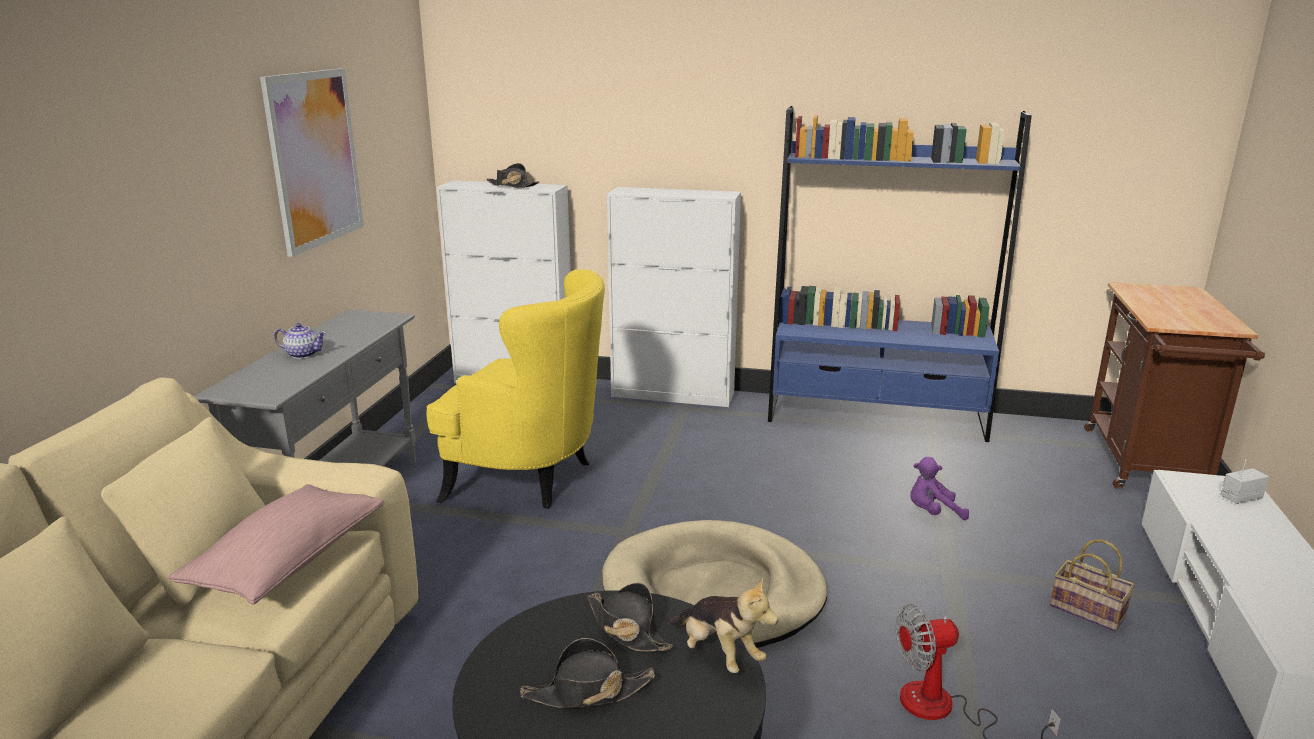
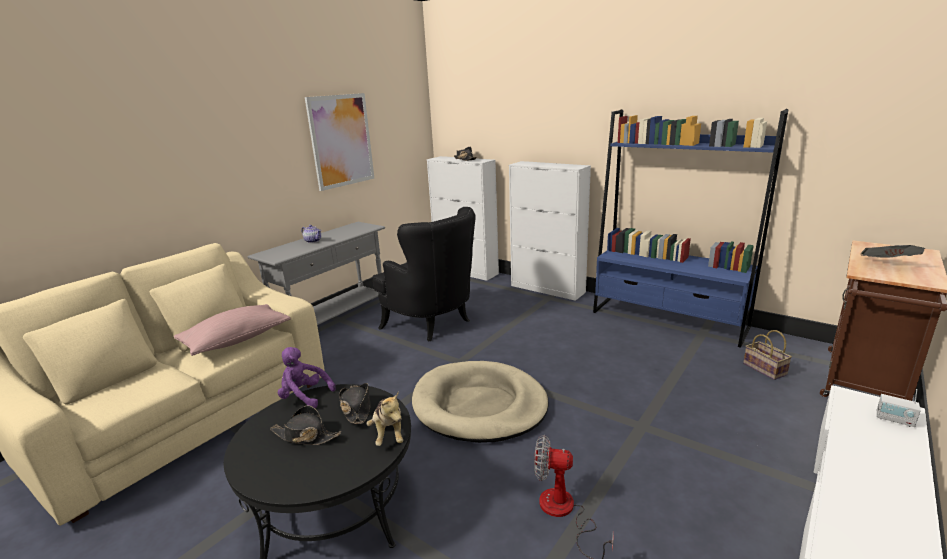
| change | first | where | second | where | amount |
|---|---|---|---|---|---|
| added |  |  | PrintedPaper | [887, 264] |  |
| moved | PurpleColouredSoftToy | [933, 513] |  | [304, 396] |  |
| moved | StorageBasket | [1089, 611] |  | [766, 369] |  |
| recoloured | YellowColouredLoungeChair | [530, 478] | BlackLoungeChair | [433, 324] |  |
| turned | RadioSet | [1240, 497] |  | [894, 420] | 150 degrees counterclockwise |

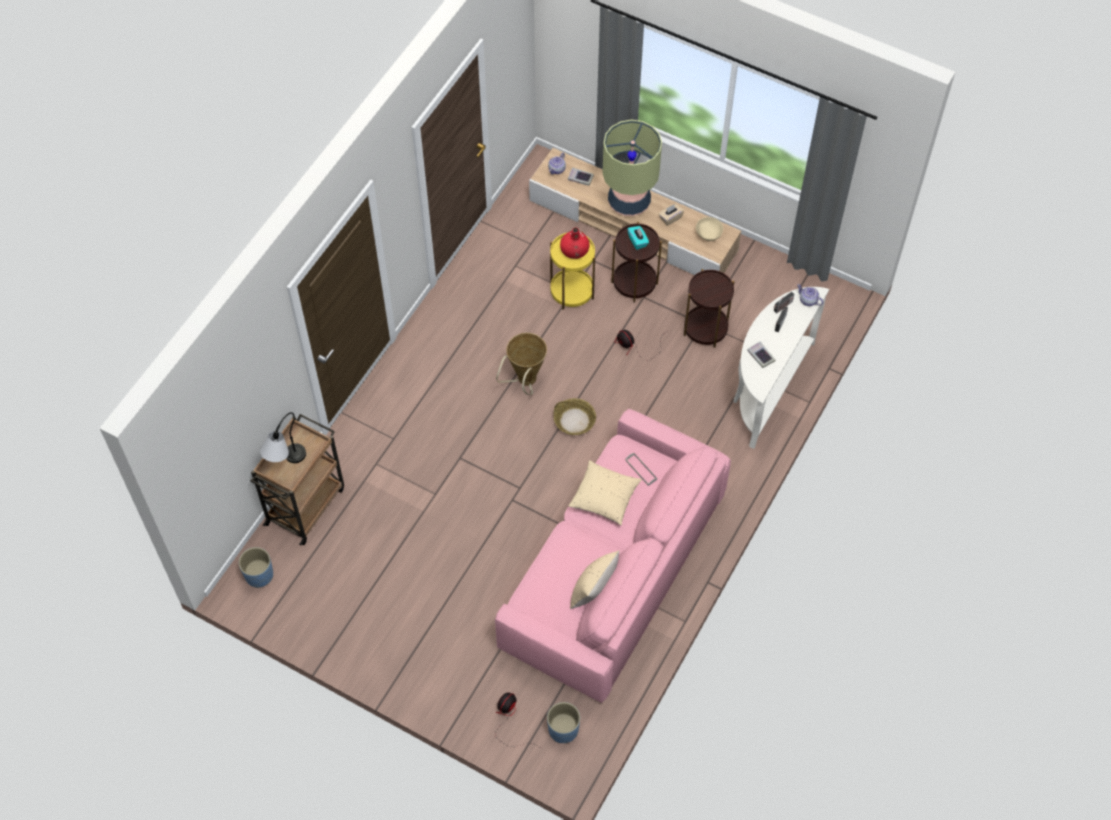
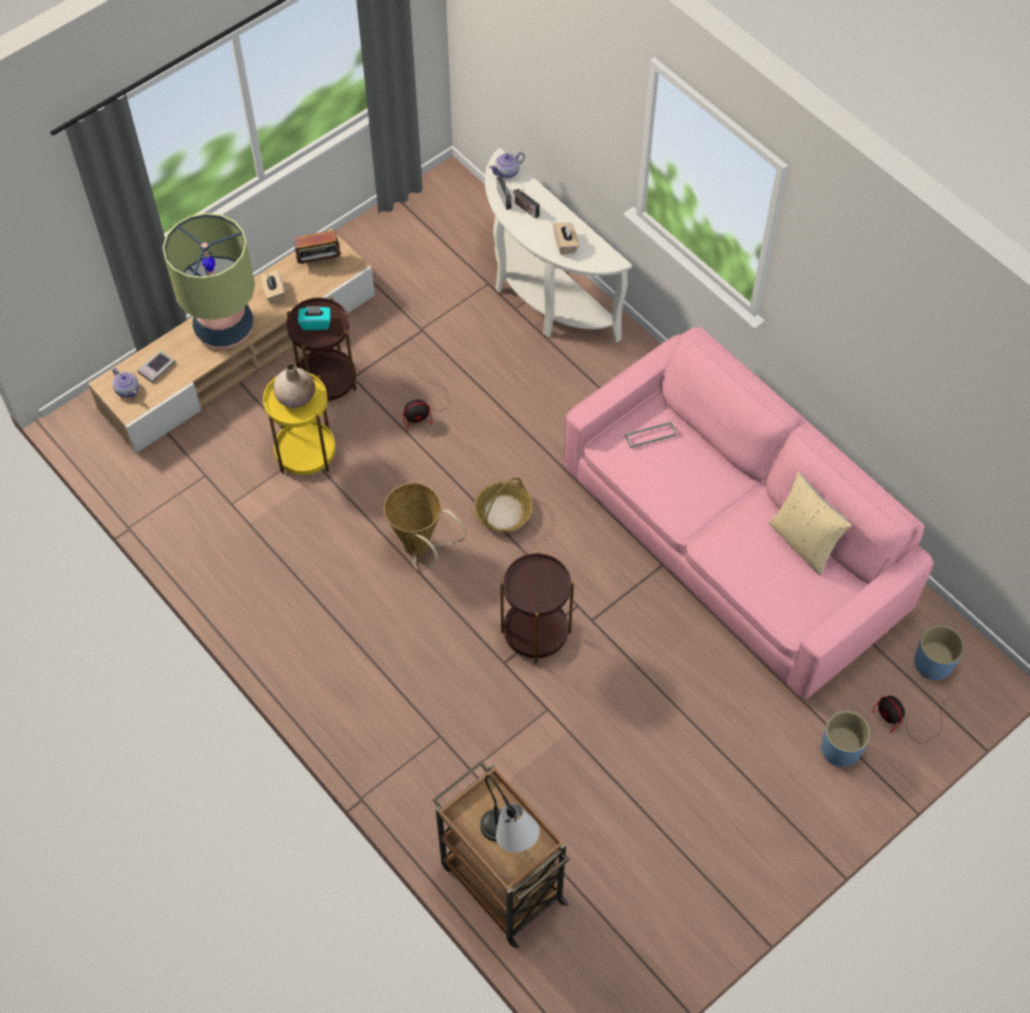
| change | first | where | second | where | amount |
|---|---|---|---|---|---|
| removed | SandColouredPillow | [604, 498] |  |  |  |
| moved | BlueColouredPlantPot | [259, 575] |  | [840, 749] |  |
| moved | BrownishSideTable | [705, 329] |  | [536, 632] |  |
| replaced | SandColouredServingBowl | [708, 234] | RadioSet | [319, 262] |  |
| replaced | Volume | [760, 356] | SandColouredBoxOfTissues | [565, 244] |  |
| recoloured | RedColouredDecorativeVase | [574, 251] | SandColouredDecorativeVase | [296, 396] |  |

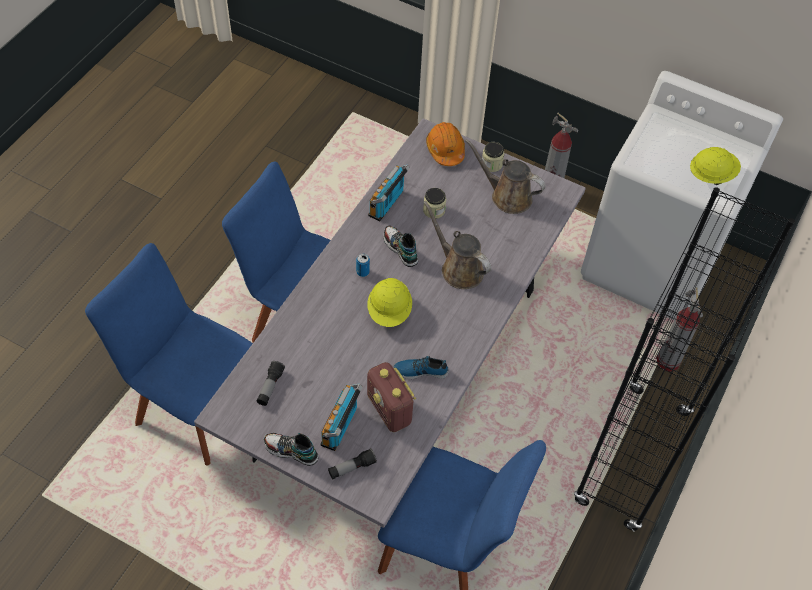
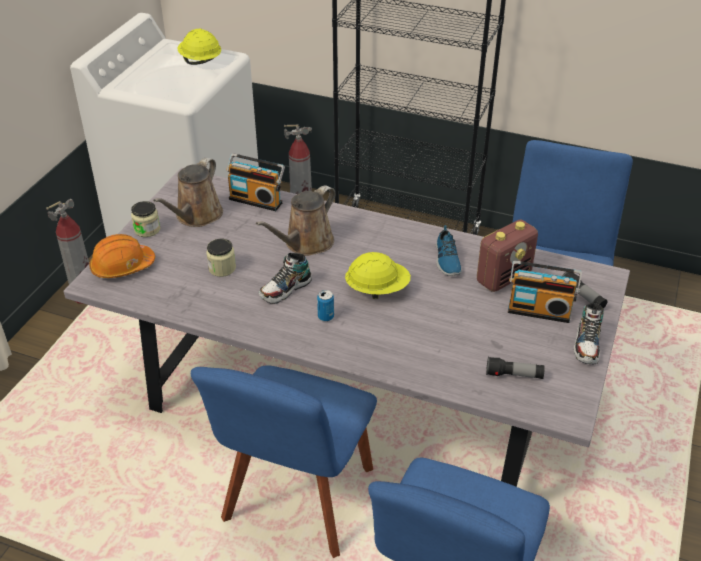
| change | first | where | second | where | amount |
|---|---|---|---|---|---|
| moved | RadioSet | [388, 204] |  | [257, 200] |  |

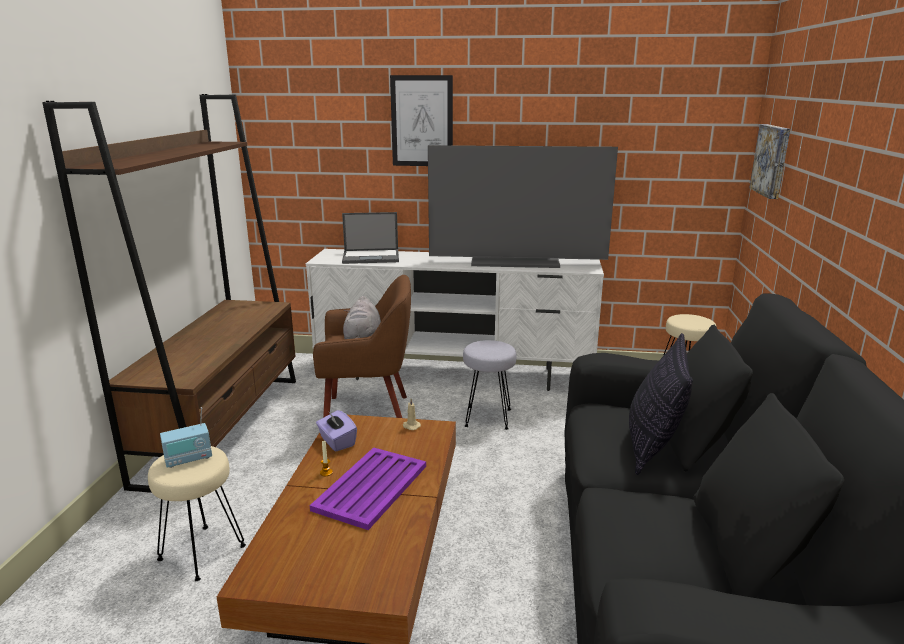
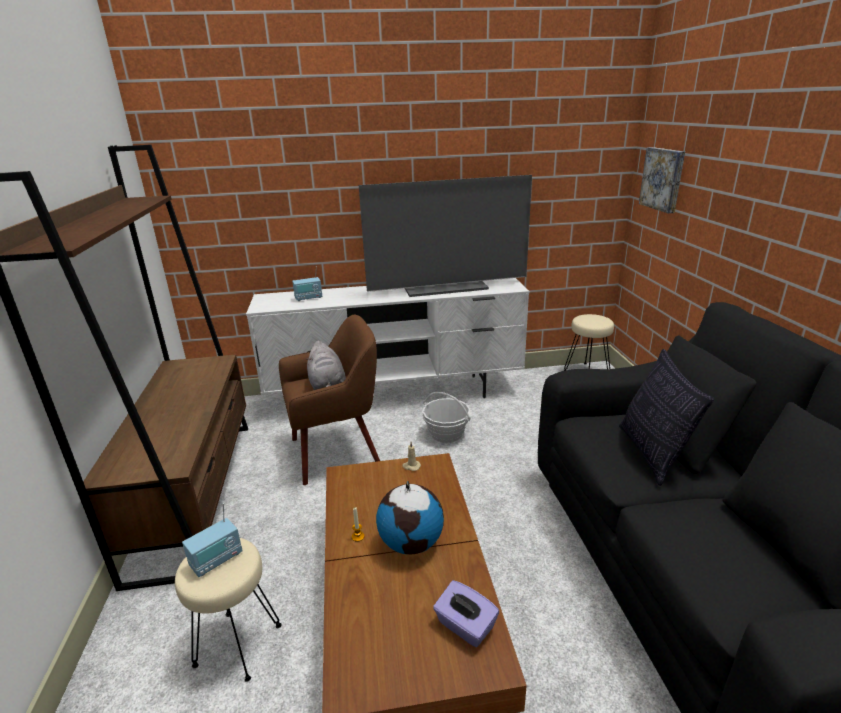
| change | first | where | second | where | amount |
|---|---|---|---|---|---|
| removed | WallPicture | [422, 121] |  |  |  |
| moved | PurpleColouredBoxOfTissues | [337, 442] |  | [465, 626] |  |
| replaced | PurpleColouredTray | [372, 487] | WorldGlobe | [411, 543] |  |
| replaced | Laptop | [372, 257] | RadioSet | [308, 298] |  |
| replaced | GreyishStoolSeat | [488, 417] | StorageBasket | [446, 433] |  |

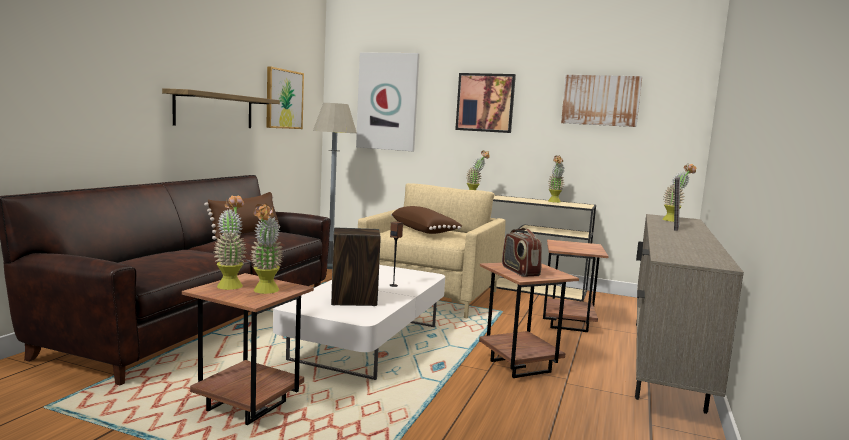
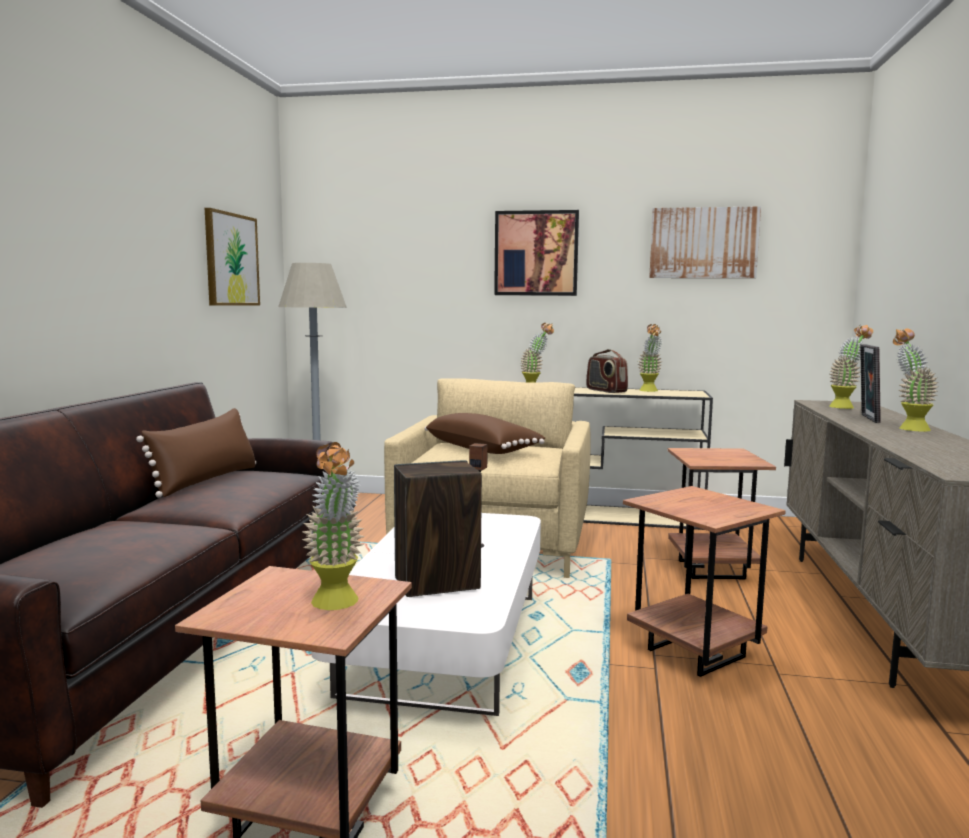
| change | first | where | second | where | amount |
|---|---|---|---|---|---|
| removed | Shelf | [215, 110] |  |  |  |
| removed | WallPicture | [388, 101] |  |  |  |
| moved | PottedPlant | [230, 284] |  | [907, 428] |  |
| moved | RadioSet | [519, 271] |  | [606, 391] |  |

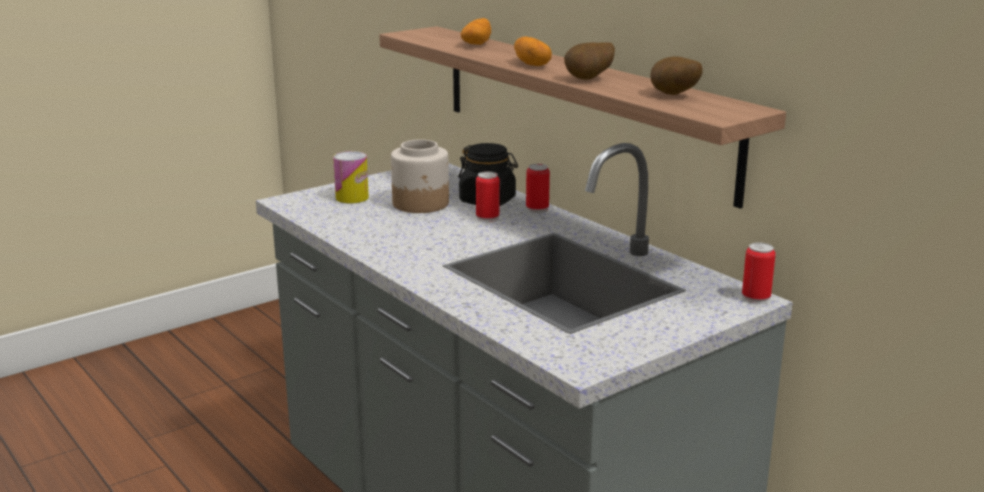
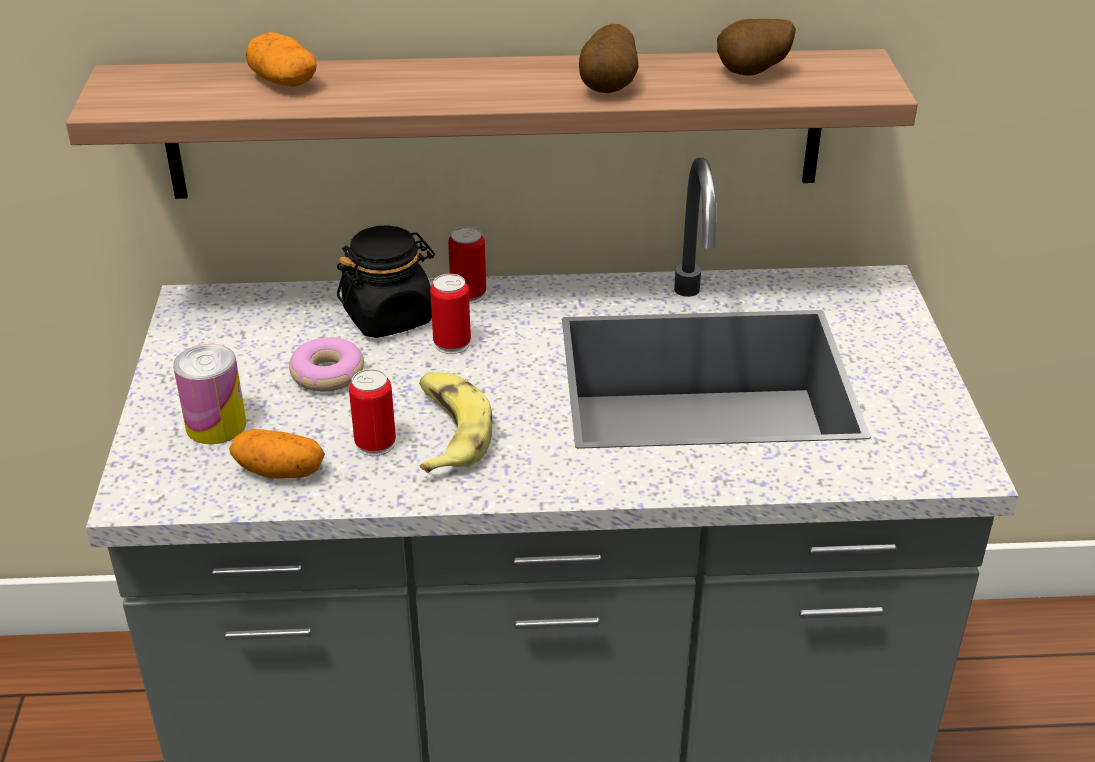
| change | first | where | second | where | amount |
|---|---|---|---|---|---|
| added |  |  | WholeBanana | [448, 431] |  |
| moved | Spud | [532, 64] |  | [280, 471] |  |
| moved | MetalCan | [756, 298] |  | [375, 443] |  |
| replaced | StorageJar | [421, 204] | Doughnut | [327, 374] |  |

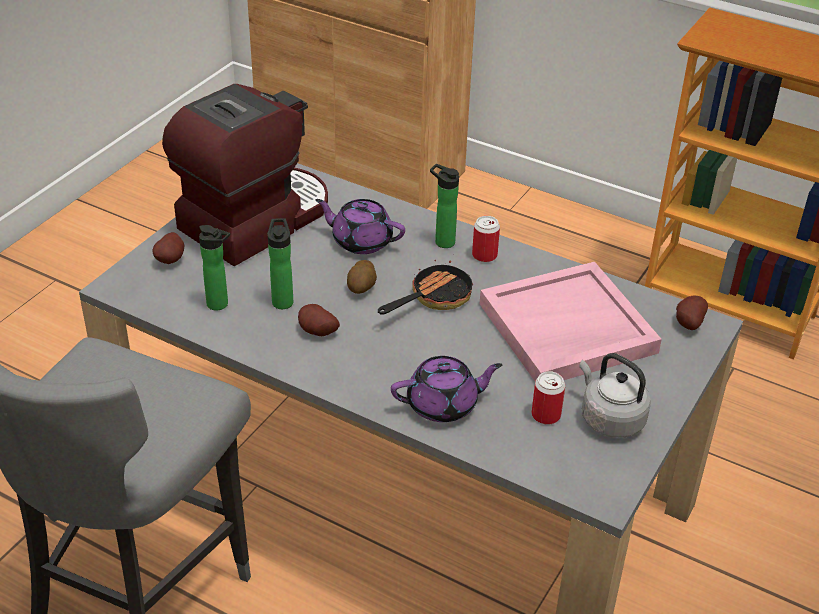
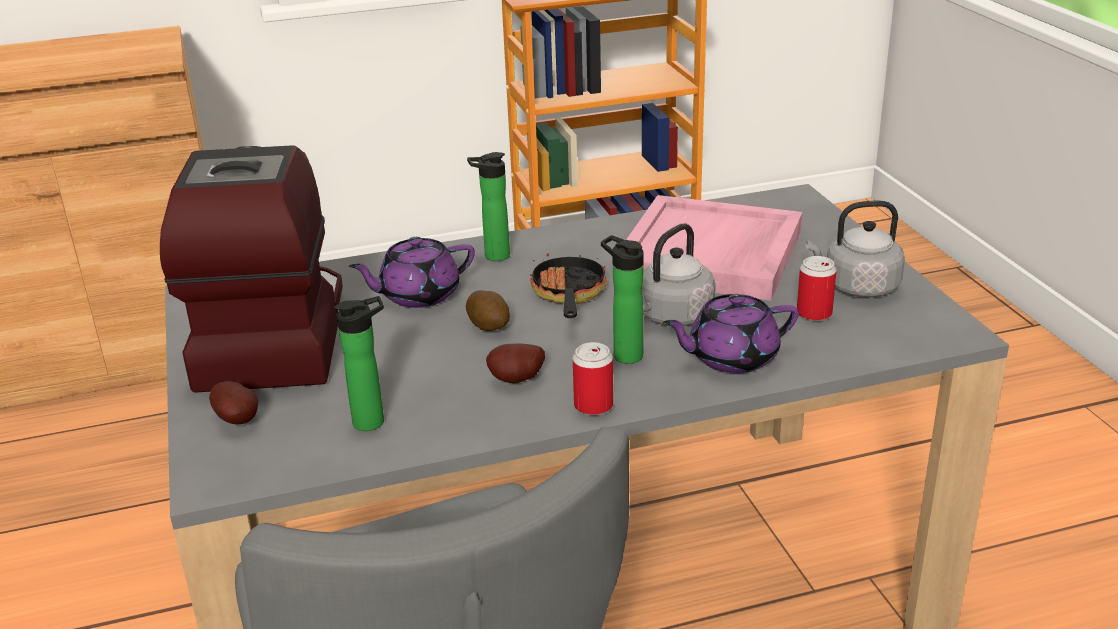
| change | first | where | second | where | amount |
|---|---|---|---|---|---|
| removed | Spud | [687, 323] |  |  |  |
| added |  |  | GreyishTeaKettle | [672, 317] |  |
| moved | DrinkBottle | [282, 300] |  | [624, 355] |  |
| moved | MetalCan | [484, 255] |  | [593, 406] |  |
| turned | PurpleColouredPotForTea | [443, 405] |  | [731, 357] | 135 degrees counterclockwise |

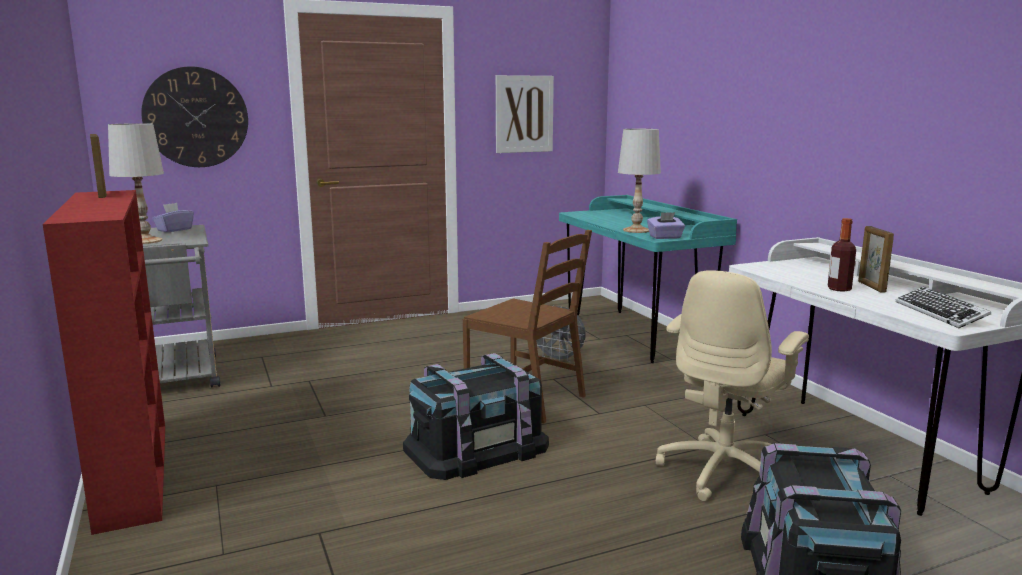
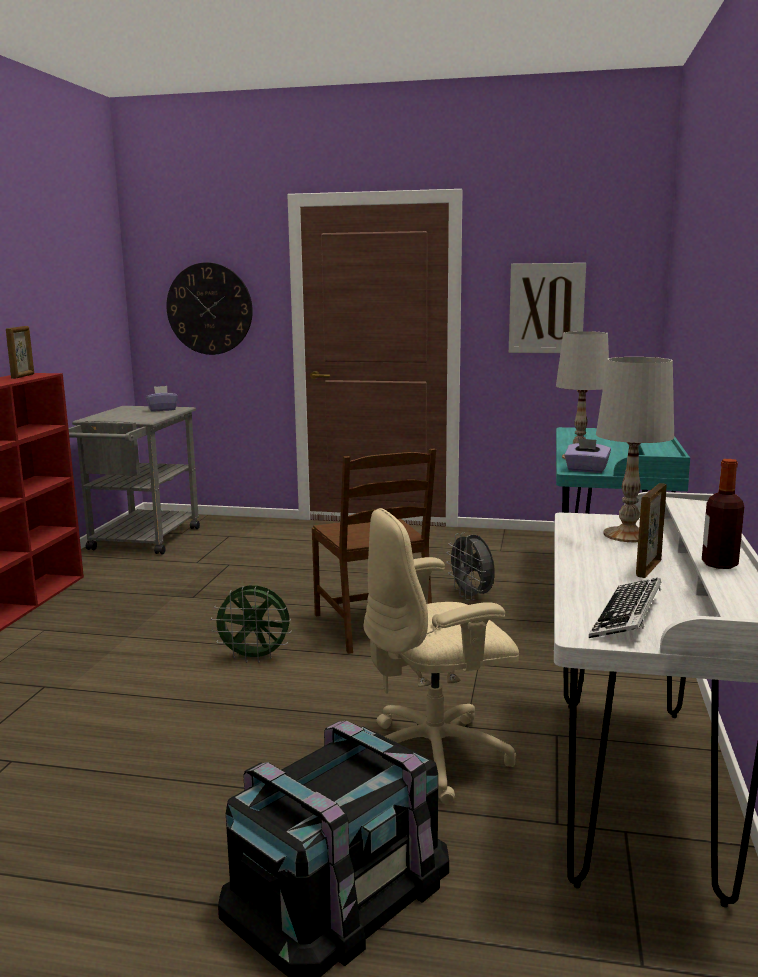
| change | first | where | second | where | amount |
|---|---|---|---|---|---|
| moved | WhitishLampForATable | [145, 241] |  | [627, 534] |  |
| moved | DrinkBottle | [839, 289] |  | [719, 564] |  |
| replaced | BlackStorageBin | [476, 447] | GreenElectricFan | [255, 657] |  |

